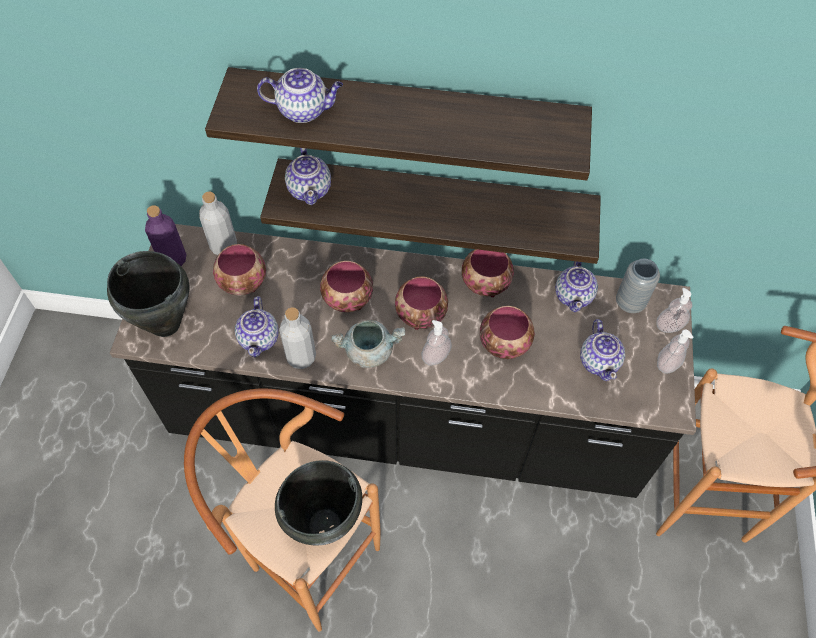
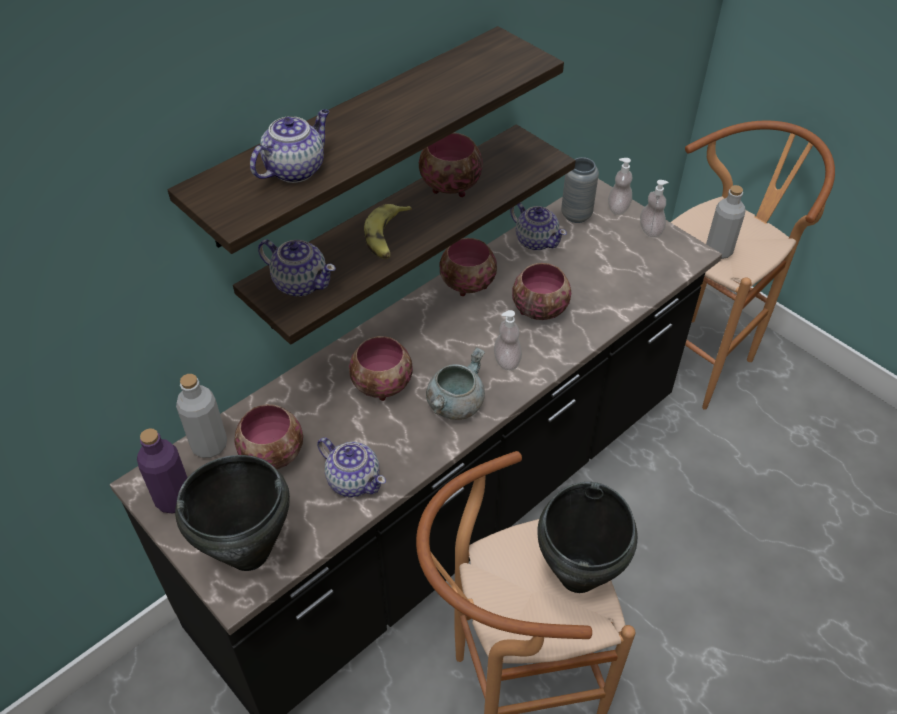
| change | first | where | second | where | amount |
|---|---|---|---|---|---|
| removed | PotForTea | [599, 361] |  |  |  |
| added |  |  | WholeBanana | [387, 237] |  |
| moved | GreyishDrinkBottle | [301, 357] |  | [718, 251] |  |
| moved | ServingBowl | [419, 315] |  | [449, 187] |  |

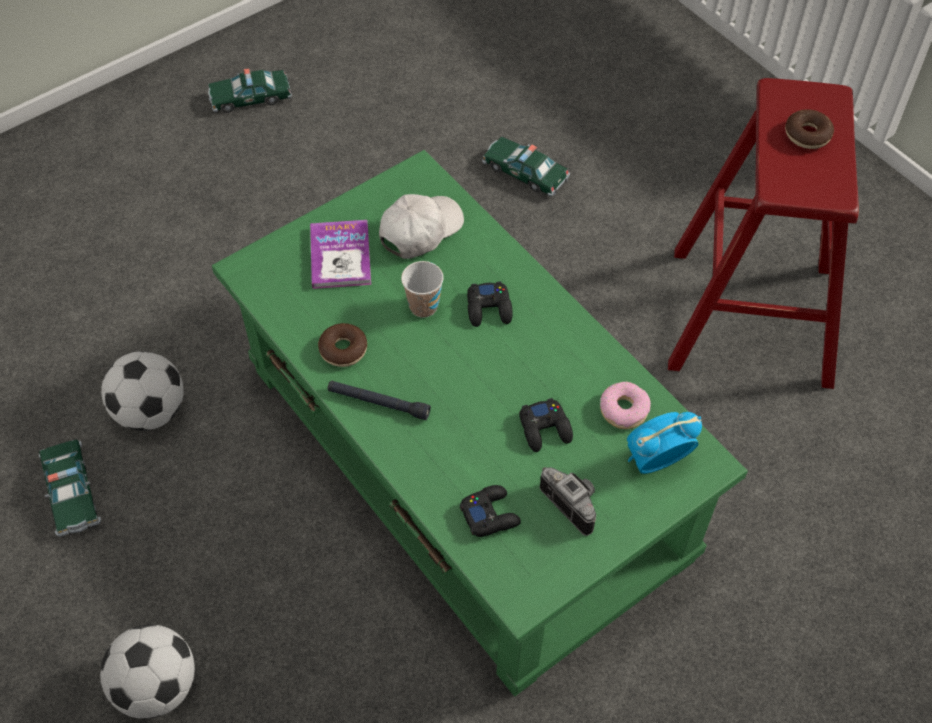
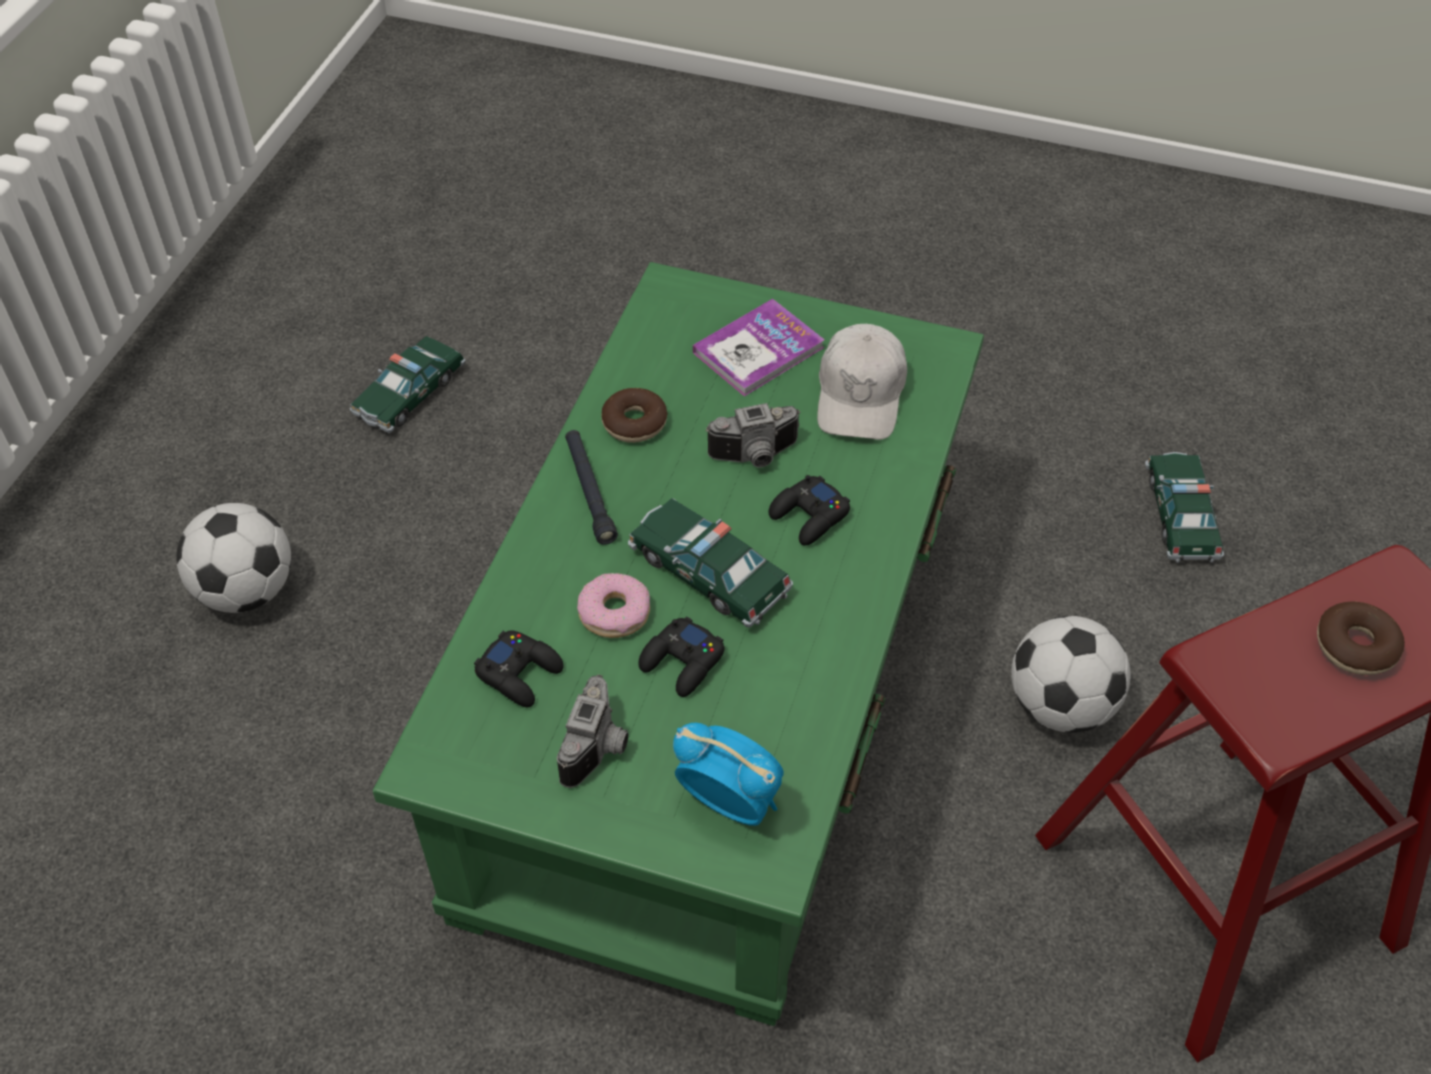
| change | first | where | second | where | amount |
|---|---|---|---|---|---|
| moved | FootballBall | [151, 412] |  | [1060, 706] |  |
| moved | MiniatureCar | [250, 98] |  | [709, 573] |  |
| moved | Doughnut | [624, 410] |  | [614, 613] |  |
| replaced | Cup | [423, 306] | StillCamera | [756, 457] |  |
| turned | WhitishBaseballCap | [420, 231] |  | [860, 395] | 90 degrees clockwise |

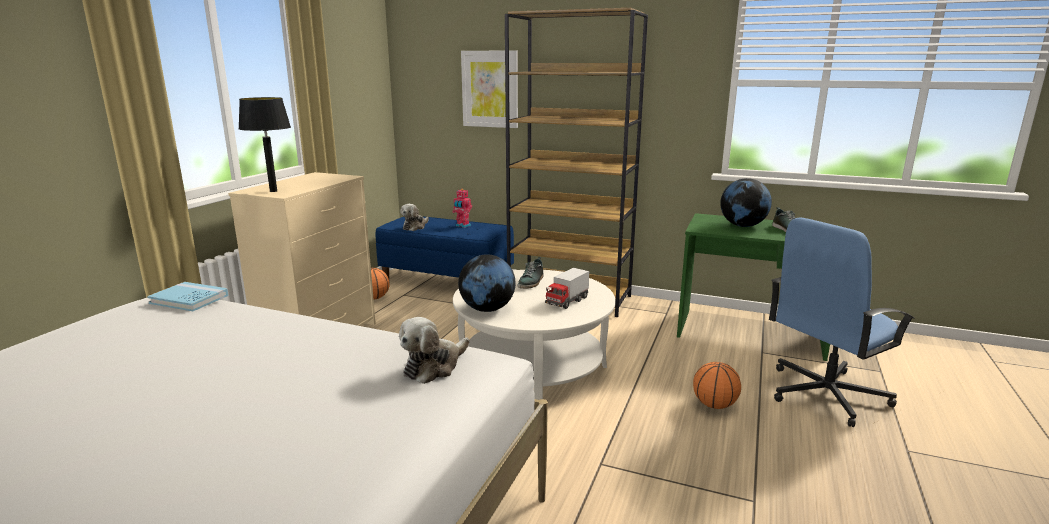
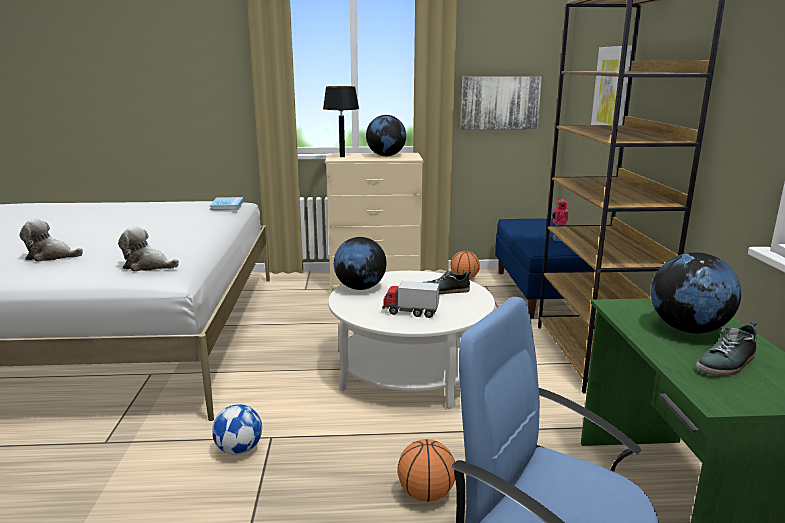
| change | first | where | second | where | amount |
|---|---|---|---|---|---|
| added |  |  | FootballBall | [239, 449] |  |
| added |  |  | WorldGlobe | [386, 156] |  |
| added |  |  | WallPicture | [499, 103] |  |
| moved | SoftToy | [415, 227] |  | [51, 256] |  |

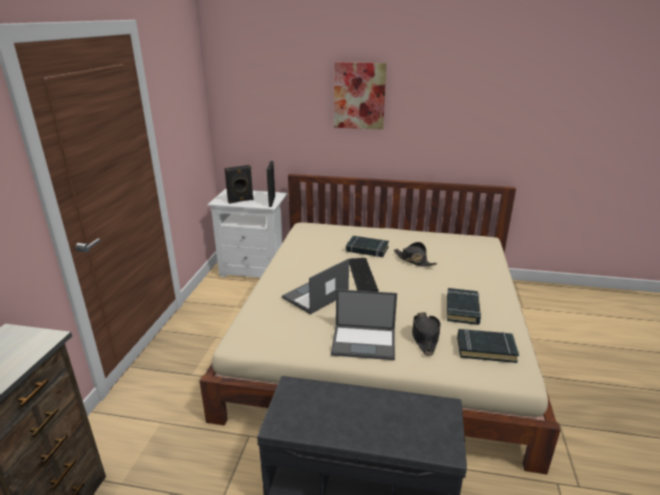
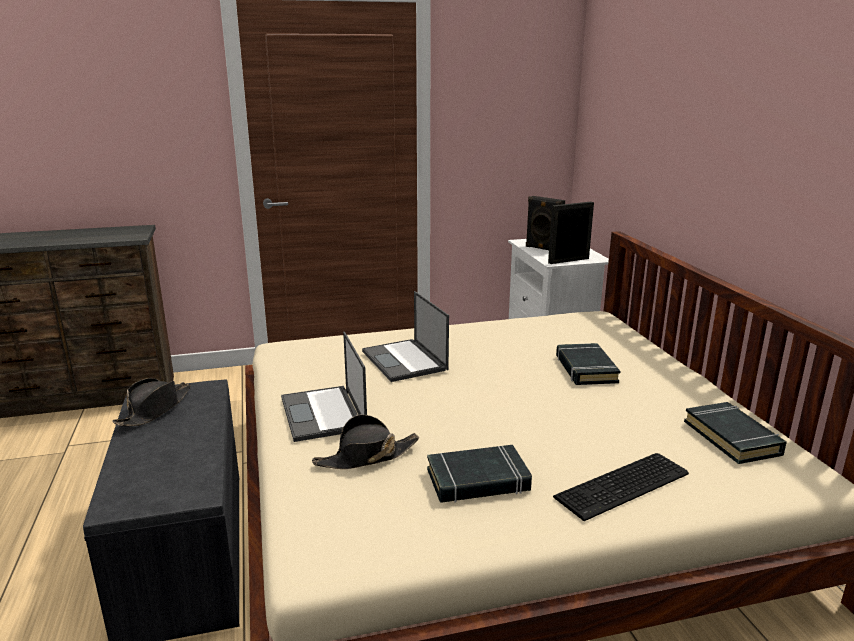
| change | first | where | second | where | amount |
|---|---|---|---|---|---|
| removed | WallPicture | [359, 96] |  |  |  |
| moved | ComputerKeyboard | [363, 274] |  | [625, 486] |  |
| moved | BlackWearableHat | [413, 260] |  | [155, 409] |  |
| moved | BlackVolume | [486, 349] |  | [732, 438] |  |
| turned | Laptop | [315, 296] |  | [405, 361] | 135 degrees counterclockwise |

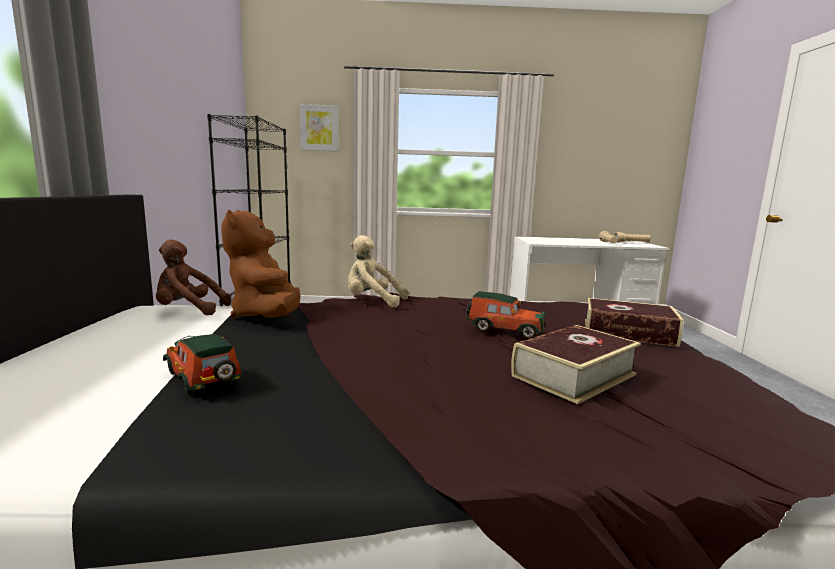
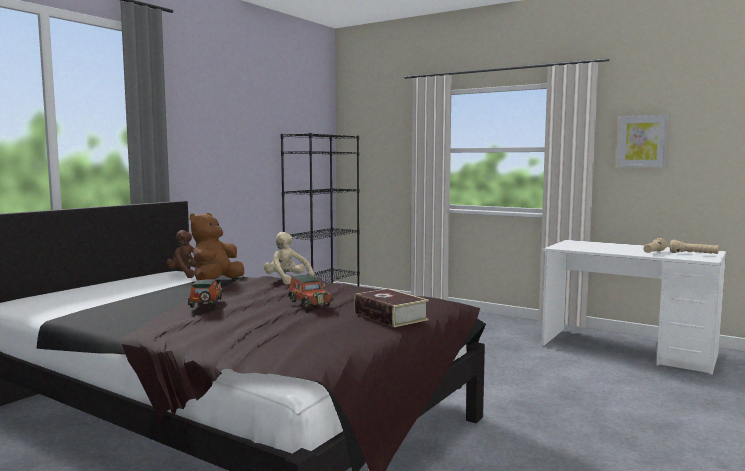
| change | first | where | second | where | amount |
|---|---|---|---|---|---|
| removed | Volume | [574, 375] |  |  |  |
| moved | MiniatureCar | [204, 380] |  | [206, 304] |  |
| moved | WallPicture | [319, 128] |  | [642, 141] |  |

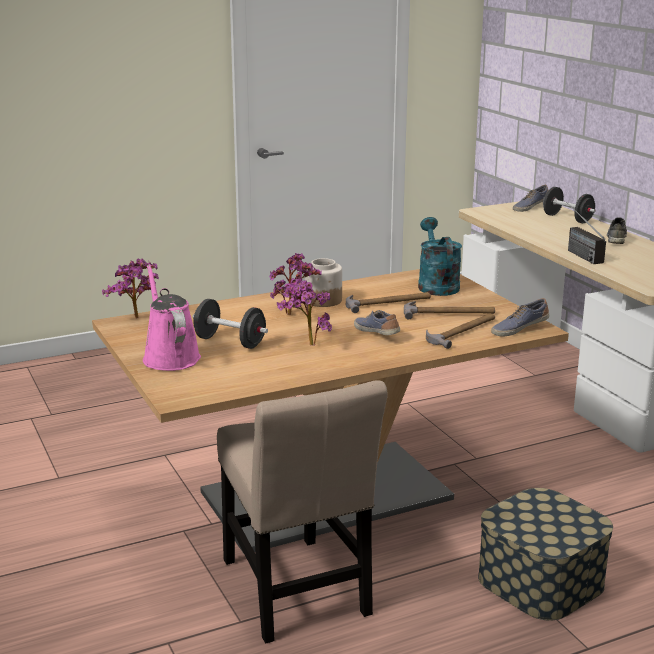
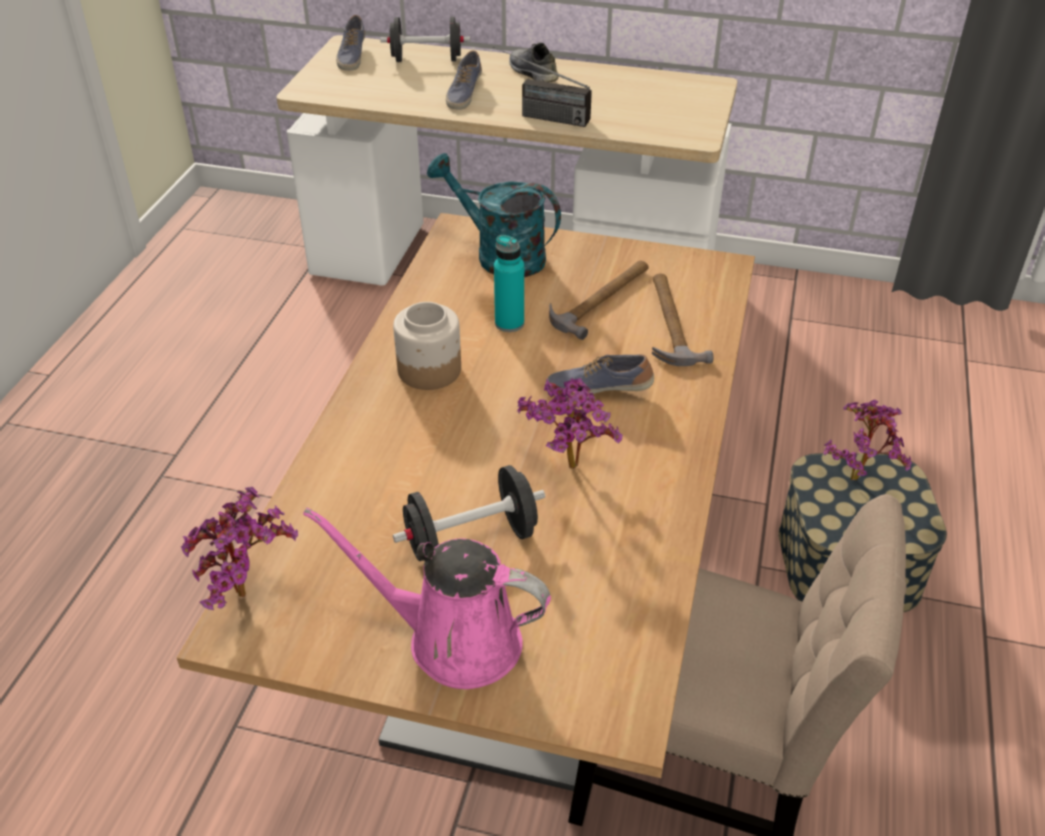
| change | first | where | second | where | amount |
|---|---|---|---|---|---|
| moved | PottedPlant | [293, 315] |  | [858, 476] |  |
| moved | ItemOfFootwear | [519, 329] |  | [463, 94] |  |
| replaced | Hammer | [388, 303] | BlueGreenDrinkBottle | [509, 323] |  |

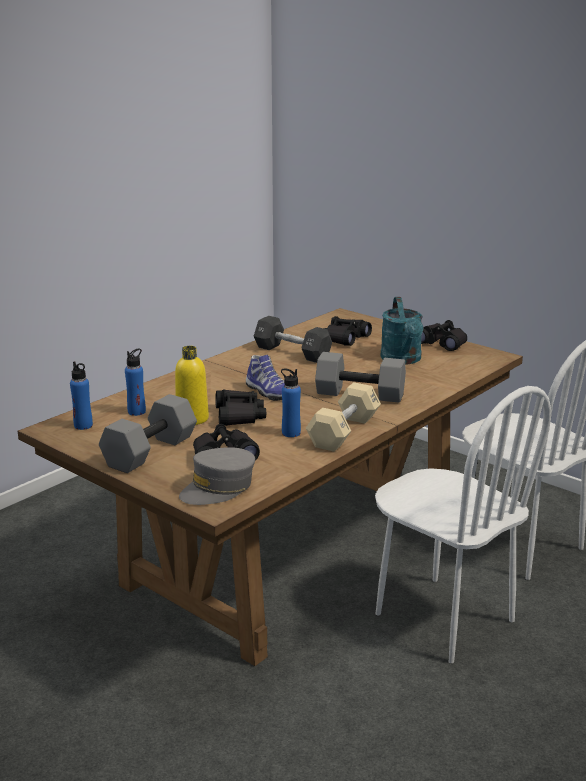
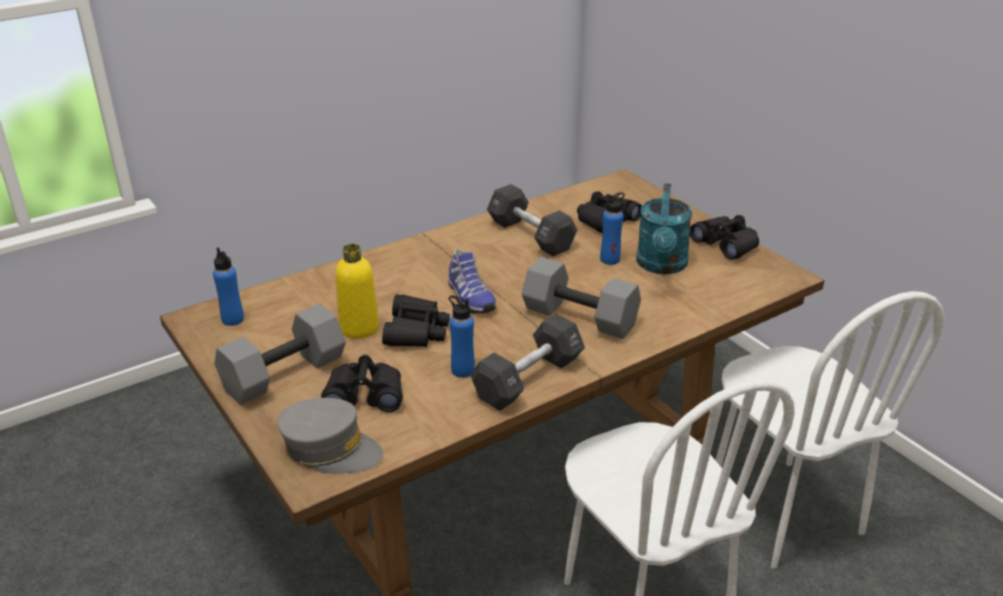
| change | first | where | second | where | amount |
|---|---|---|---|---|---|
| moved | BlueColouredDrinkBottle | [136, 412] |  | [610, 259] |  |
| recoloured | SandColouredFreeWeight | [343, 432] | BlackFreeWeight | [528, 379] |  |
| turned | GreyishBaseballCap | [218, 488] |  | [330, 449] | 135 degrees counterclockwise |

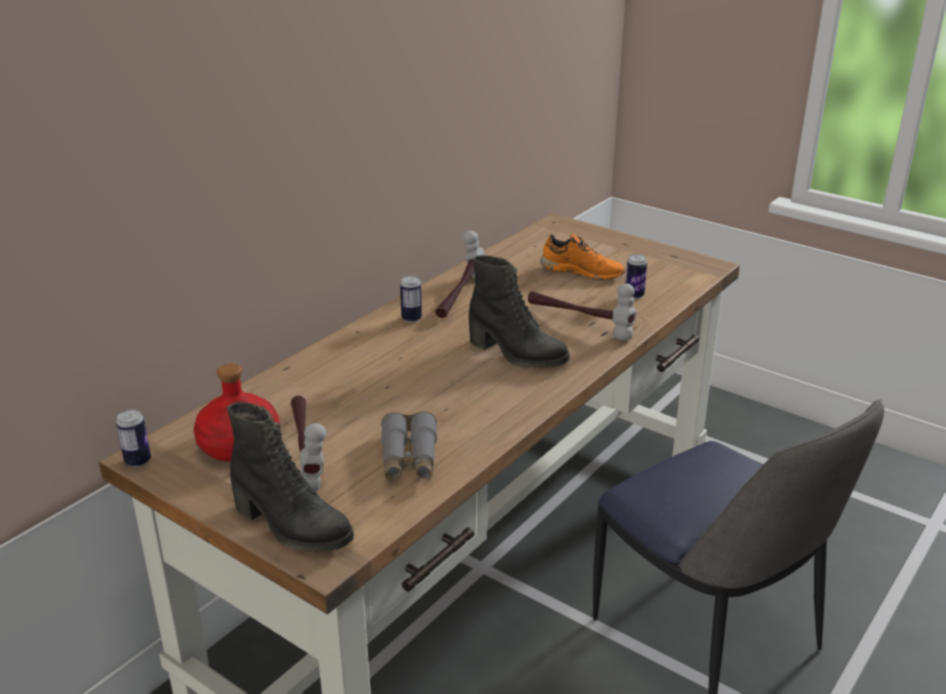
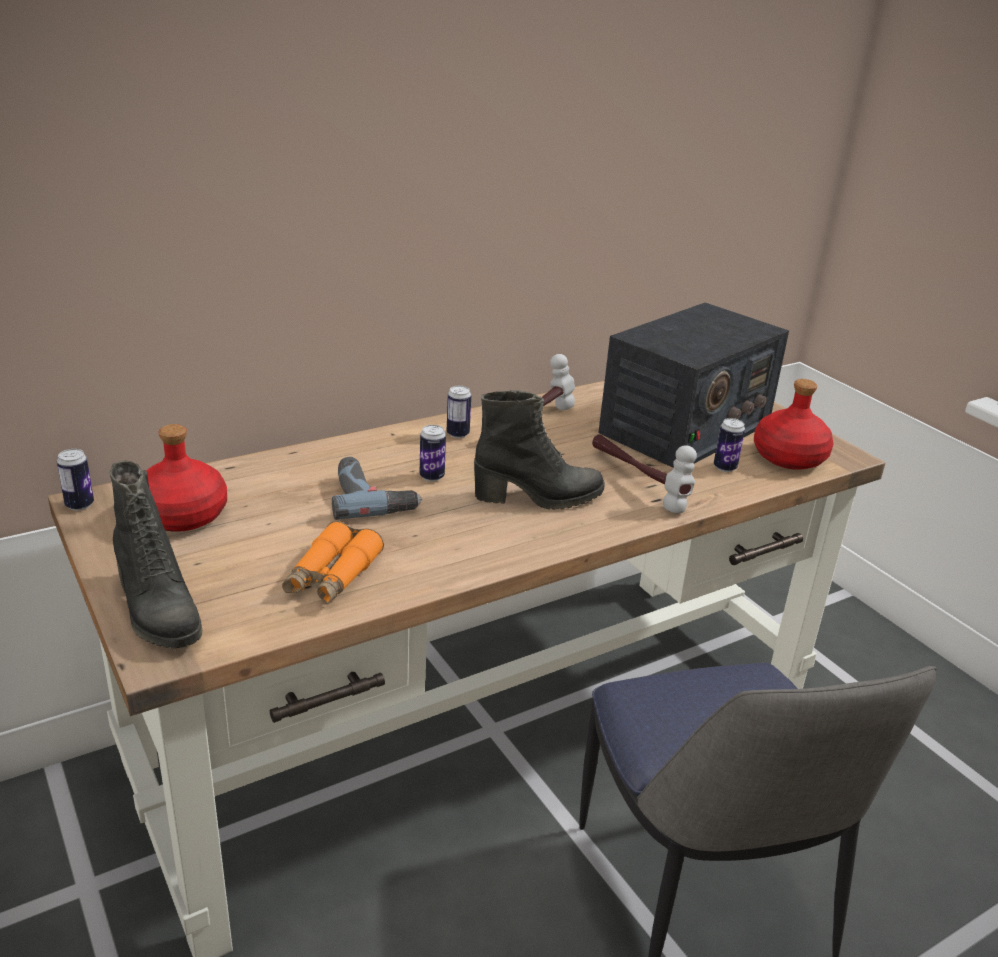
| change | first | where | second | where | amount |
|---|---|---|---|---|---|
| removed | Hammer | [307, 450] |  |  |  |
| added |  |  | ElectricDrill | [372, 497] |  |
| added |  |  | MetalCan | [432, 477] |  |
| added |  |  | RedColouredDrinkBottle | [789, 458] |  |
| replaced | OrangeColouredItemOfFootwear | [582, 271] | RadioSet | [684, 428] |  |
| recoloured | GreyishBinoculars | [409, 459] | OrangeColouredBinoculars | [332, 576] |  |
| turned | BlackHighTopBoot | [516, 354] |  | [538, 498] | 60 degrees counterclockwise |

